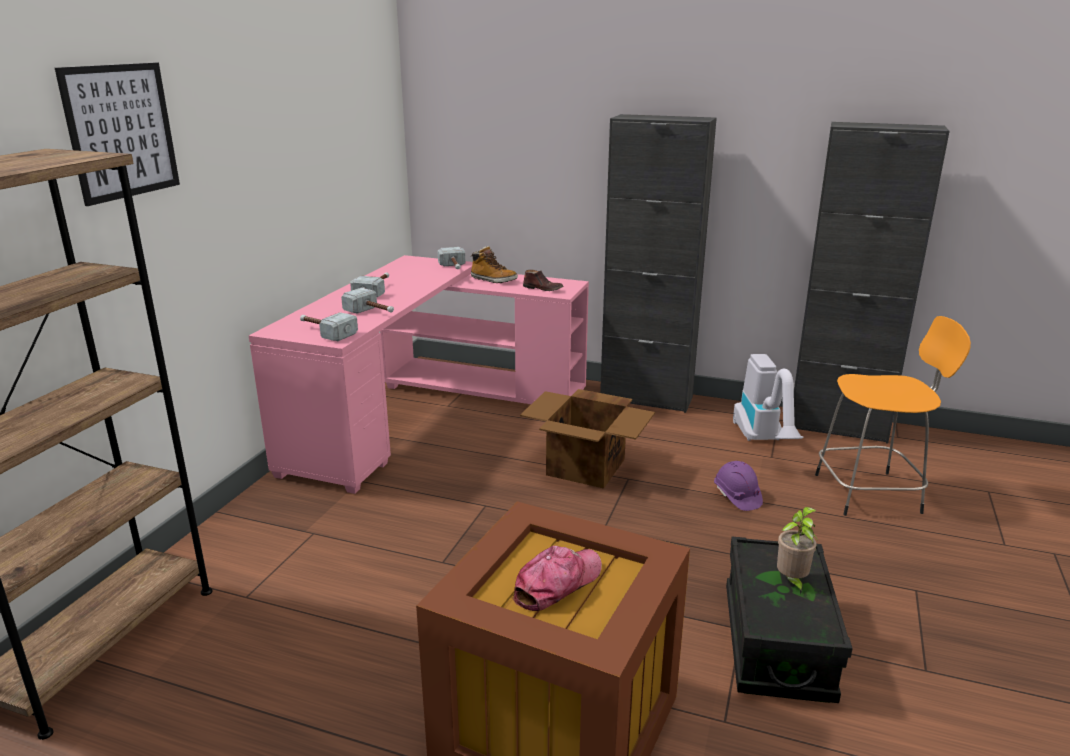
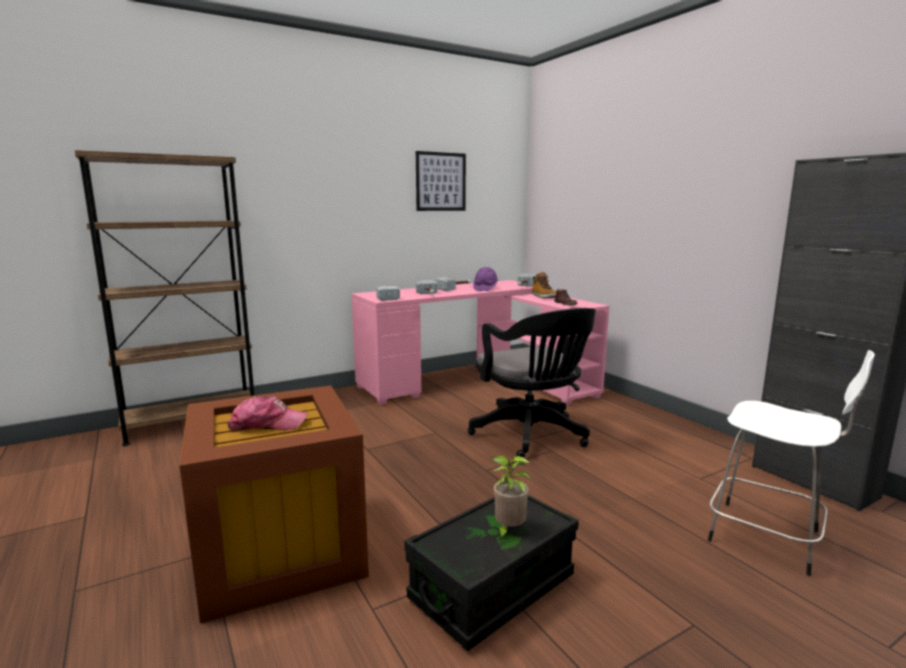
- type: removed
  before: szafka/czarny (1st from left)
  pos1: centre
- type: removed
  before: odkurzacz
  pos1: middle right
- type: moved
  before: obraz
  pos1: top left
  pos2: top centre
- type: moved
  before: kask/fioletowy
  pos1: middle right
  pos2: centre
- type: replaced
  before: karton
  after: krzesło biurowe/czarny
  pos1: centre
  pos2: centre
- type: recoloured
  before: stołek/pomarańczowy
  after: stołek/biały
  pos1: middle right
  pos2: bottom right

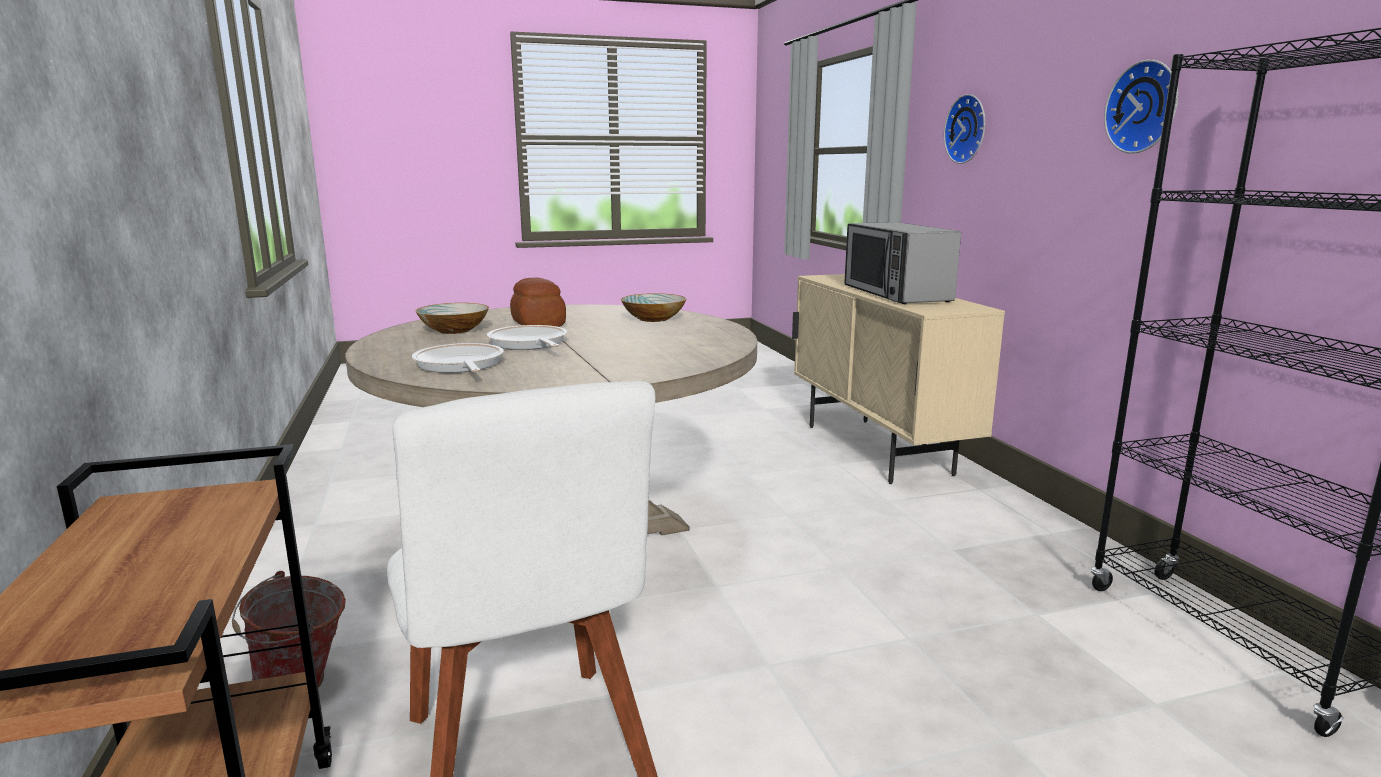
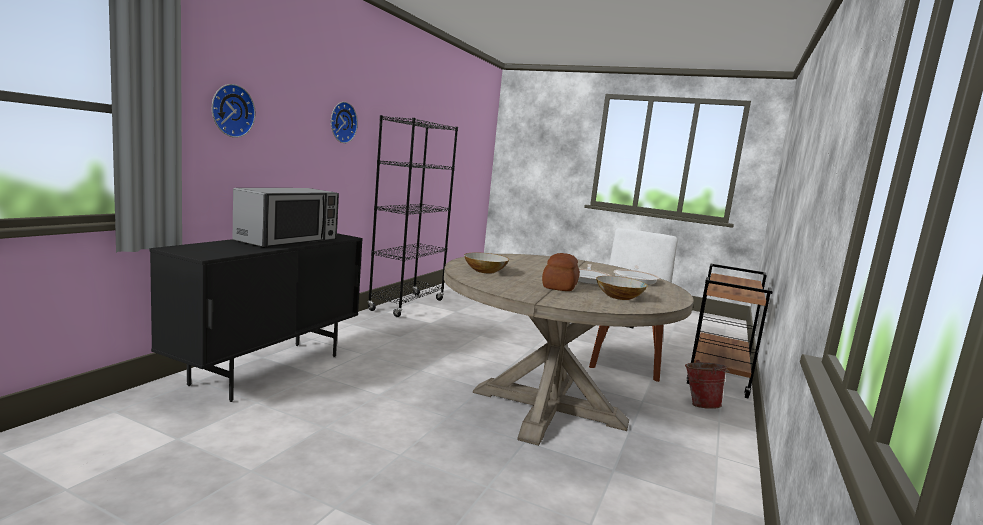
- type: recoloured
  before: szafka/beżowy
  after: szafka/czarny
  pos1: centre
  pos2: middle left

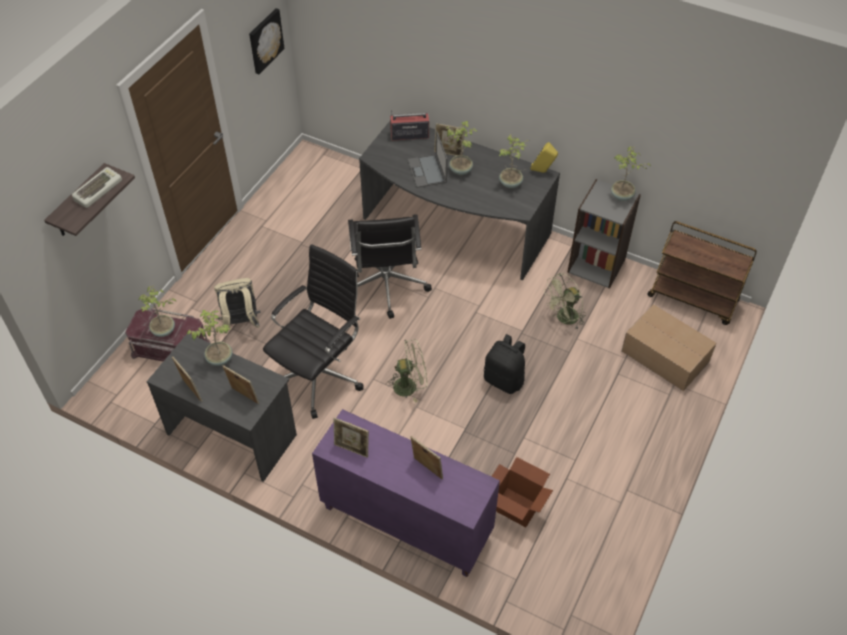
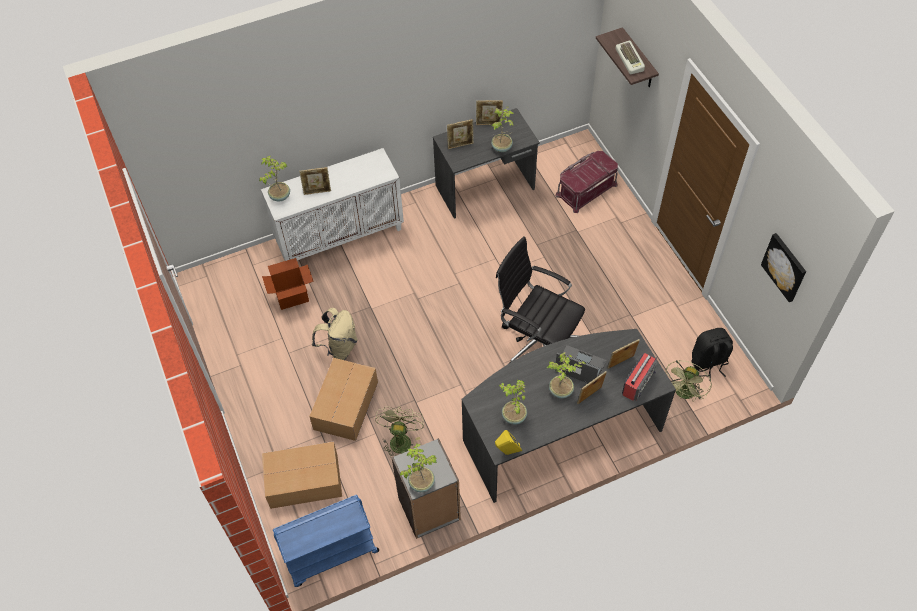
- type: removed
  before: krzesło biurowe/czarny (1st from left)
  pos1: centre
- type: added
  after: karton (3rd from left)
  pos2: centre
- type: moved
  before: roślina doniczkowa (1st from left)
  pos1: middle left
  pos2: top left
- type: moved
  before: plecak/beżowy
  pos1: middle left
  pos2: centre
- type: moved
  before: ramka na zdjęcie (3rd from left in the first image)
  after: ramka na zdjęcie (5th from left)
  pos1: bottom centre
  pos2: middle right
- type: moved
  before: wentylator/zielony (1st from left in the first image)
  after: wentylator/zielony (2nd from left)
  pos1: centre
  pos2: middle right
- type: moved
  before: plecak/czarny
  pos1: centre
  pos2: middle right
- type: recoloured
  before: szafka/fioletowy
  after: szafka/biały
  pos1: bottom centre
  pos2: centre
- type: recoloured
  before: wózek/brązowy
  after: wózek/niebieski
  pos1: middle right
  pos2: bottom centre

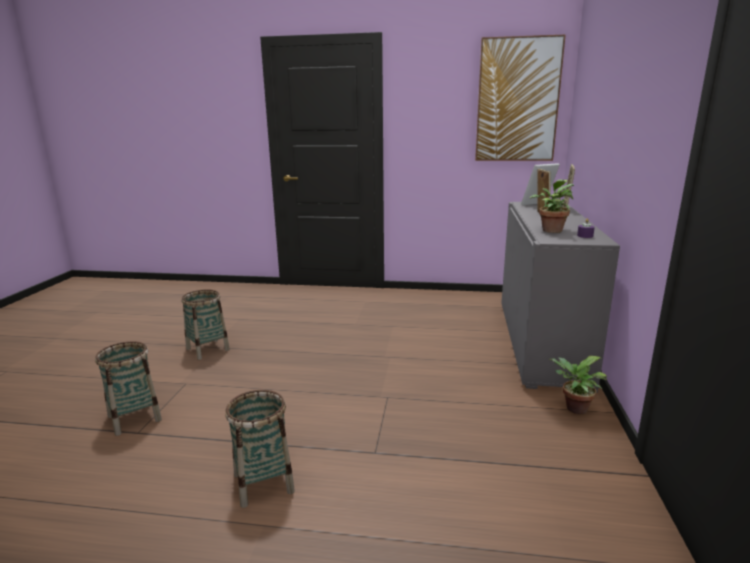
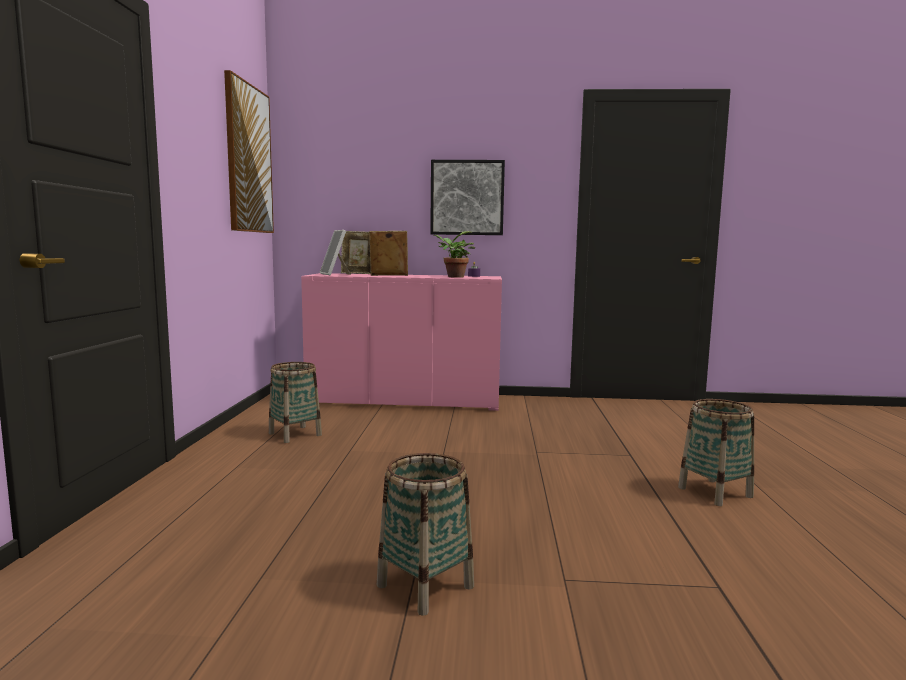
- type: removed
  before: roślina doniczkowa (2nd from left)
  pos1: bottom right
- type: added
  after: obraz (2nd from left)
  pos2: top centre
- type: moved
  before: koszyk (1st from left)
  pos1: bottom left
  pos2: middle left
- type: recoloured
  before: szafka/szary
  after: szafka/różowy
  pos1: middle right
  pos2: centre

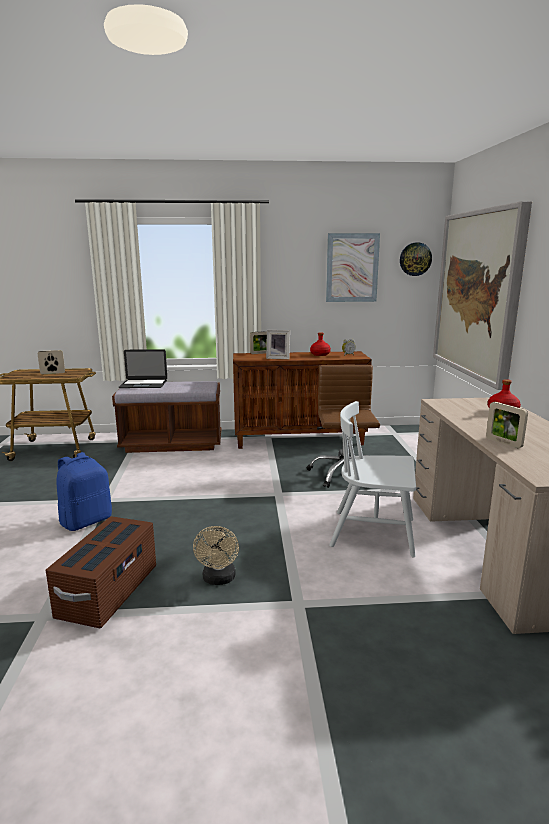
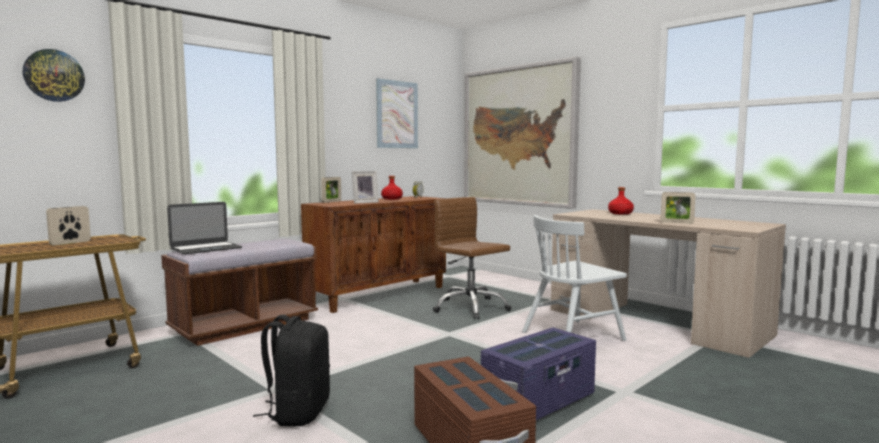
- type: moved
  before: zegar ścienny
  pos1: top right
  pos2: top left
- type: replaced
  before: wentylator/beżowy
  after: pojemnik do przechowywania/fioletowy
  pos1: bottom centre
  pos2: bottom centre
- type: recoloured
  before: plecak/niebieski
  after: plecak/czarny
  pos1: middle left
  pos2: bottom left

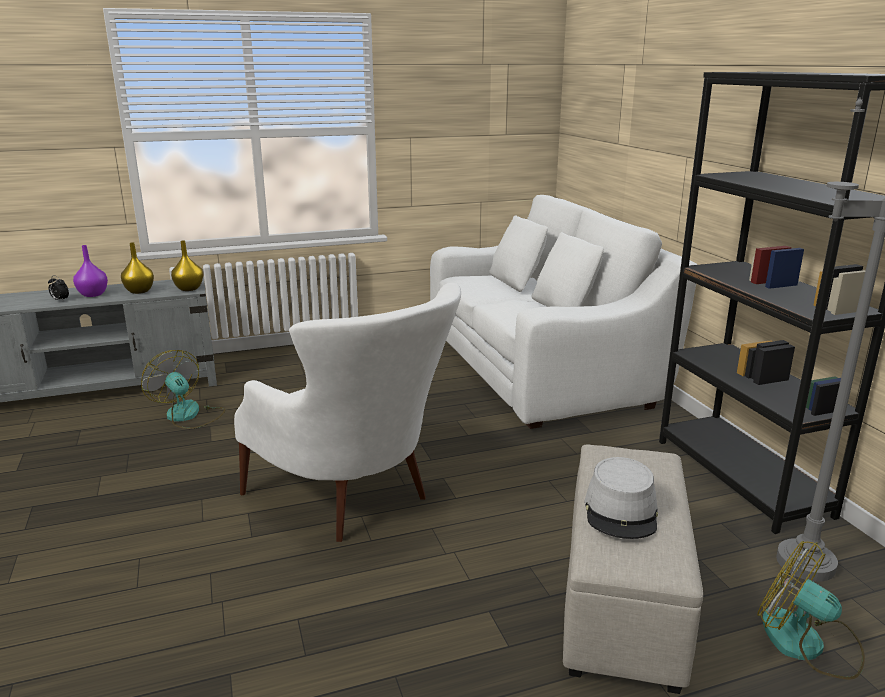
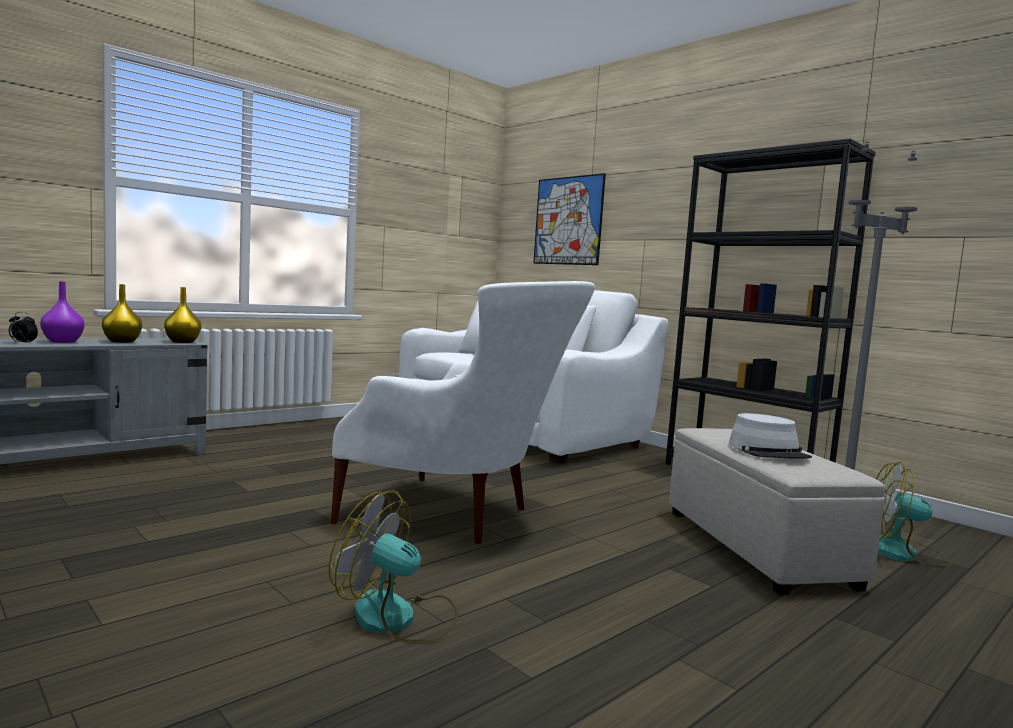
- type: added
  after: obraz
  pos2: top centre
- type: moved
  before: wentylator (1st from left)
  pos1: middle left
  pos2: bottom centre

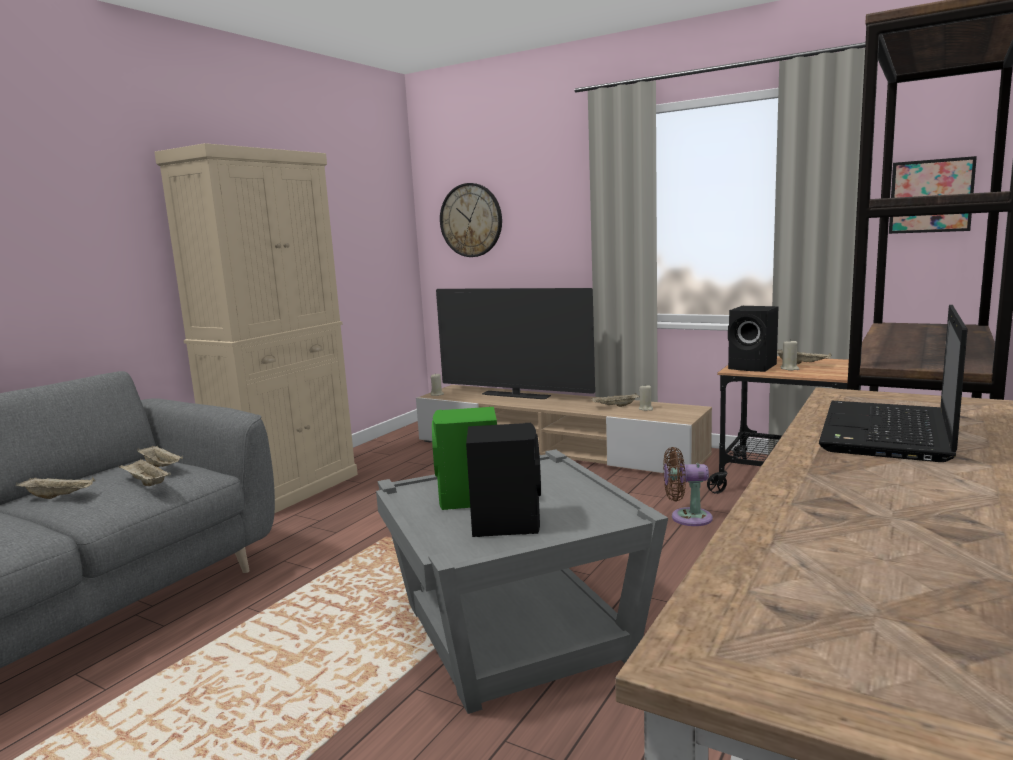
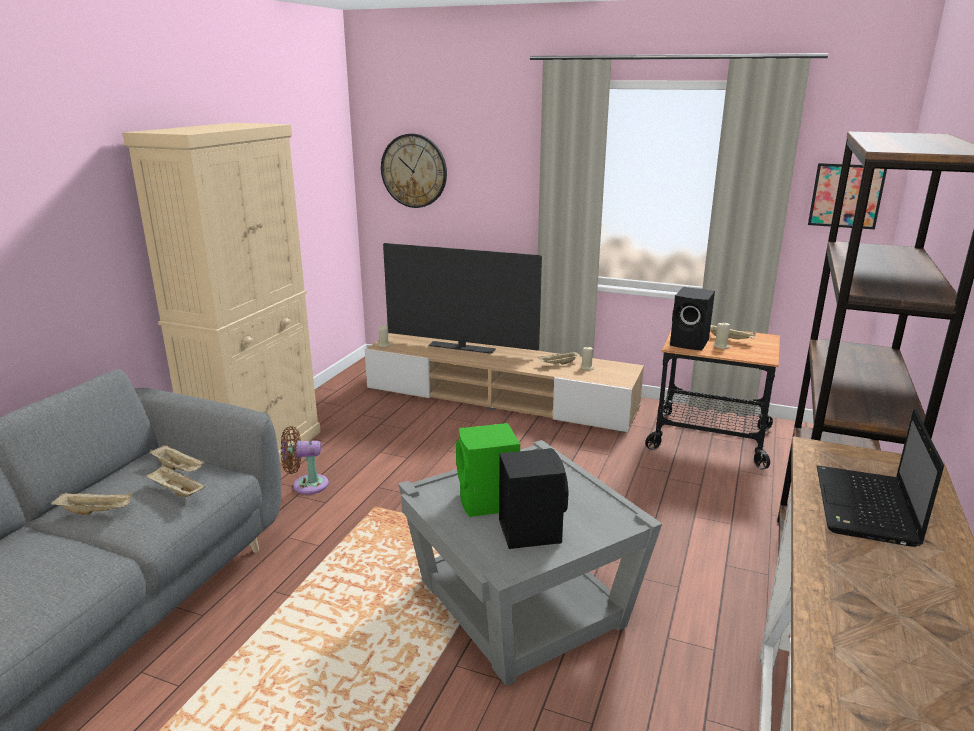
- type: moved
  before: wentylator/brązowy
  pos1: middle right
  pos2: middle left

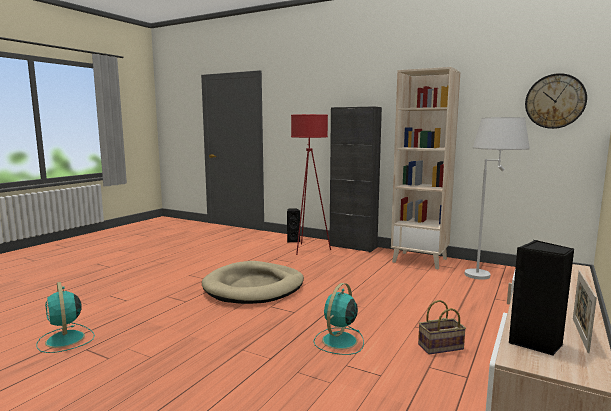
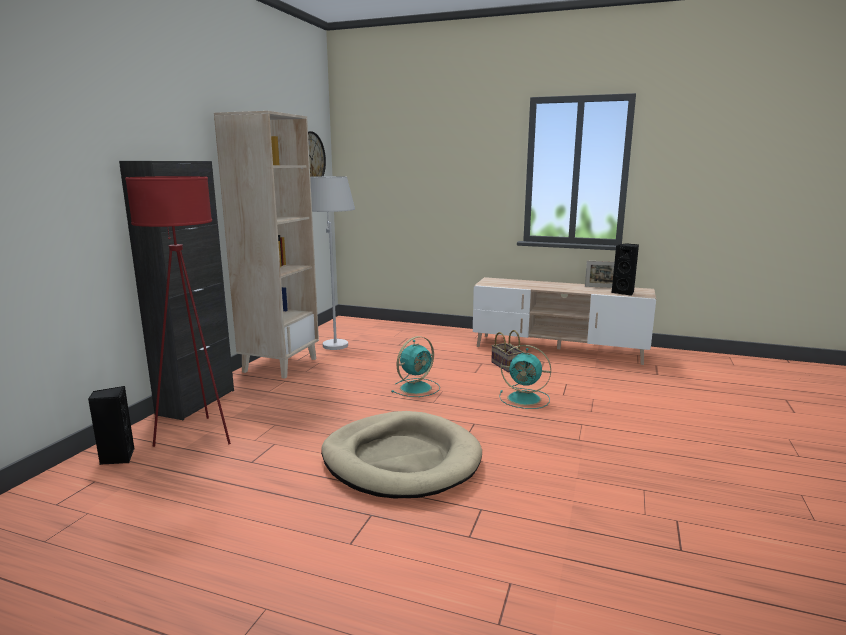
- type: moved
  before: wentylator/turkusowy (1st from left)
  pos1: bottom left
  pos2: centre

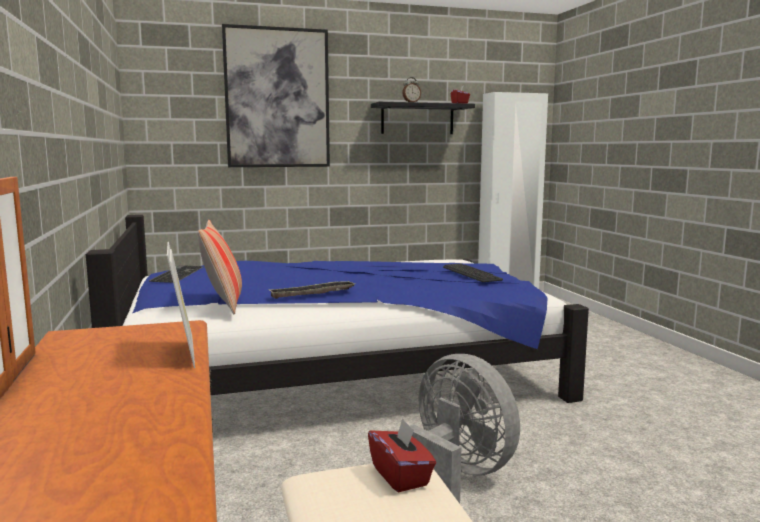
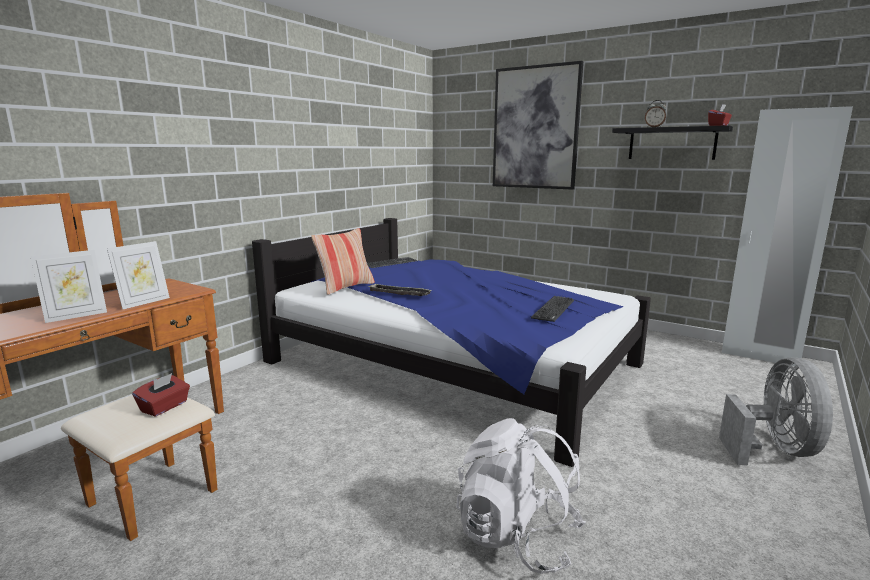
- type: added
  after: ramka na zdjęcie (1st from left)
  pos2: middle left
- type: added
  after: plecak/biały
  pos2: bottom centre
- type: moved
  before: wentylator/szary
  pos1: bottom centre
  pos2: bottom right

